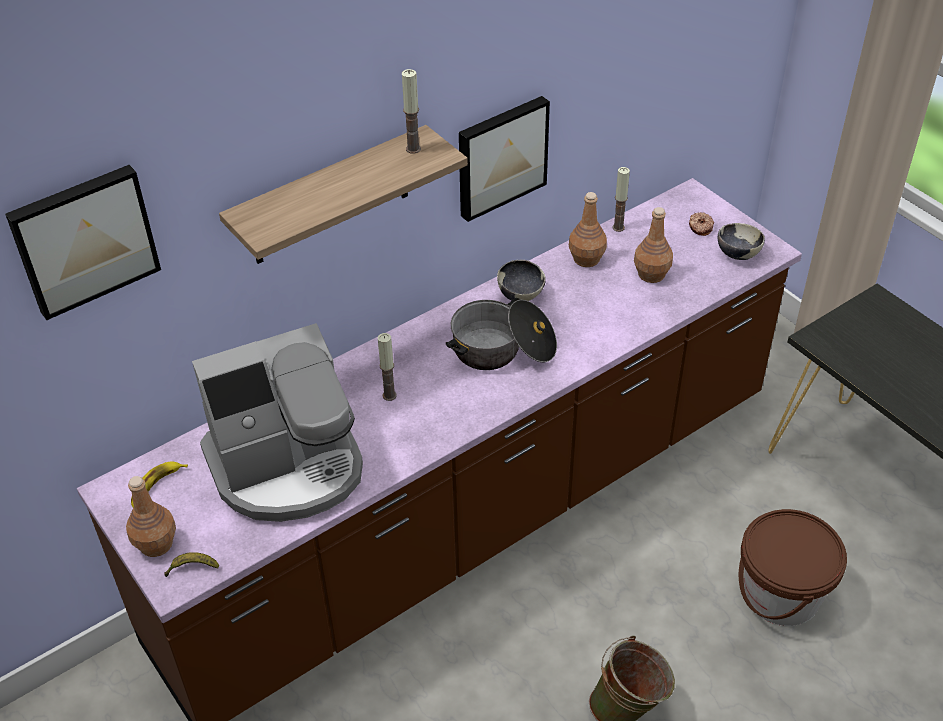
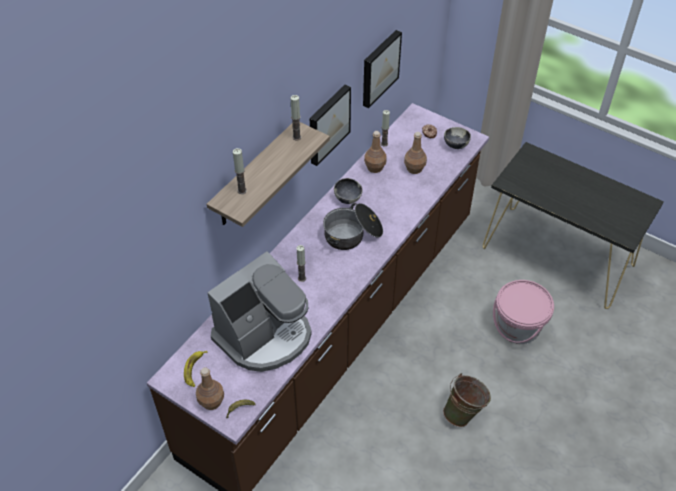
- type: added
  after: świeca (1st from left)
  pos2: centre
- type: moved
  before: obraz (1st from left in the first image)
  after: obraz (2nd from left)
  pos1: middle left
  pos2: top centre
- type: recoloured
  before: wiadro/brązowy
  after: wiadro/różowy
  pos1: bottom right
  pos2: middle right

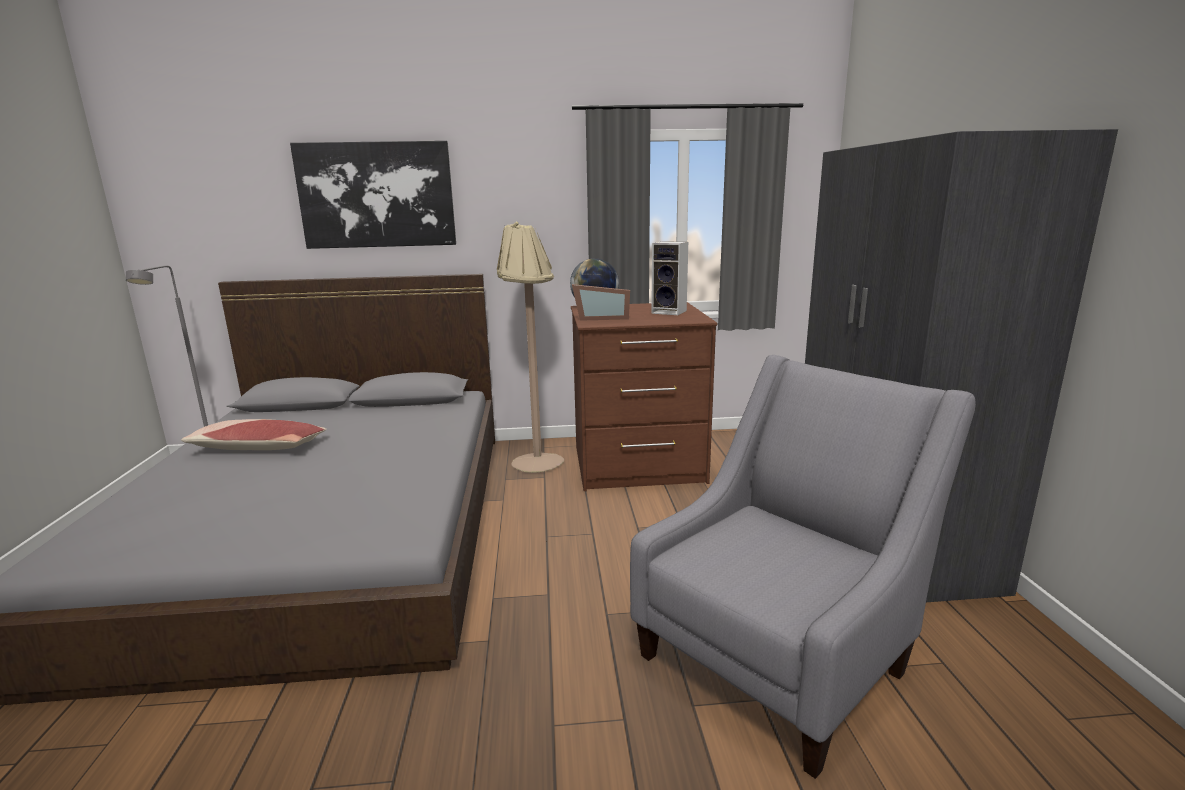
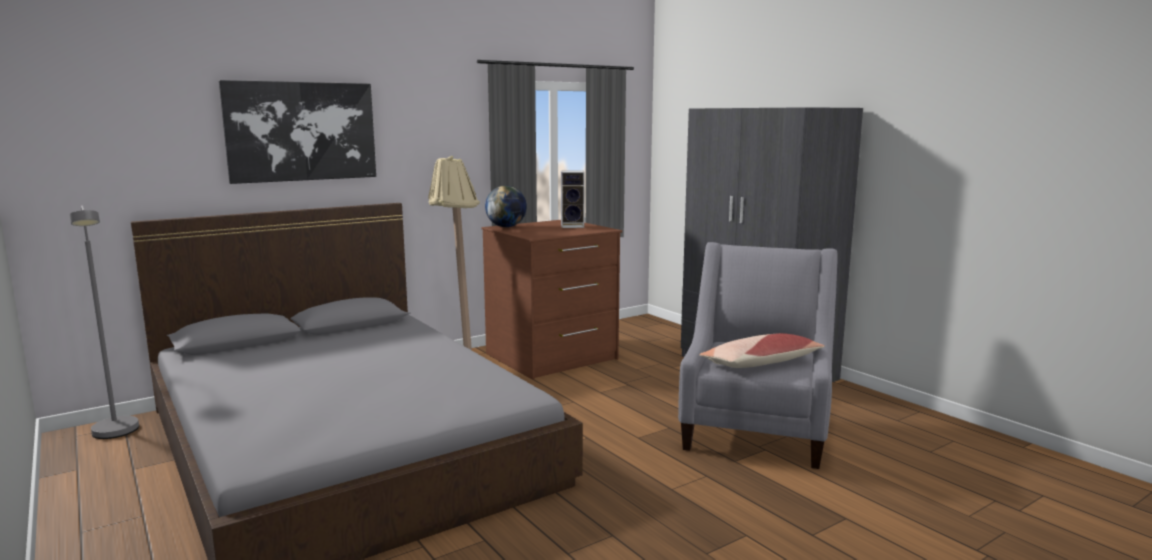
- type: removed
  before: ramka na zdjęcie
  pos1: centre
- type: moved
  before: poduszka
  pos1: middle left
  pos2: centre

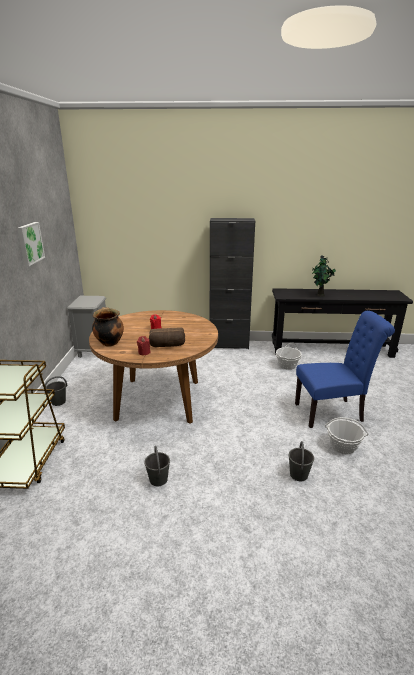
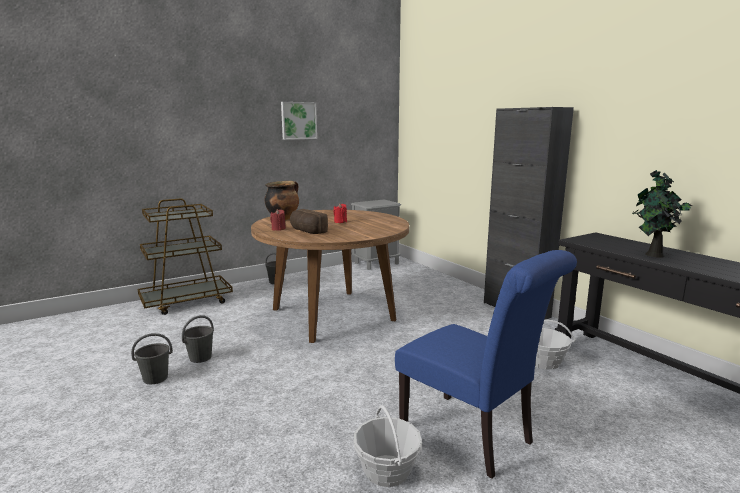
- type: moved
  before: wiadro/szary (3rd from left in the first image)
  after: wiadro/szary (1st from left)
  pos1: bottom right
  pos2: bottom left

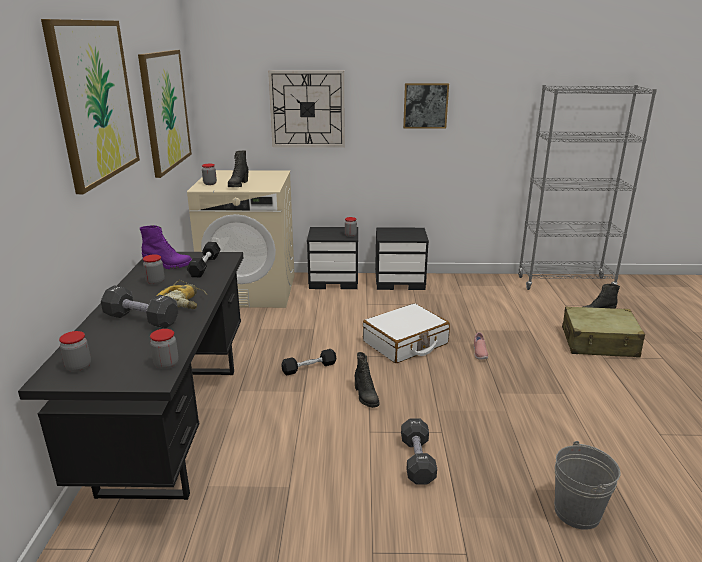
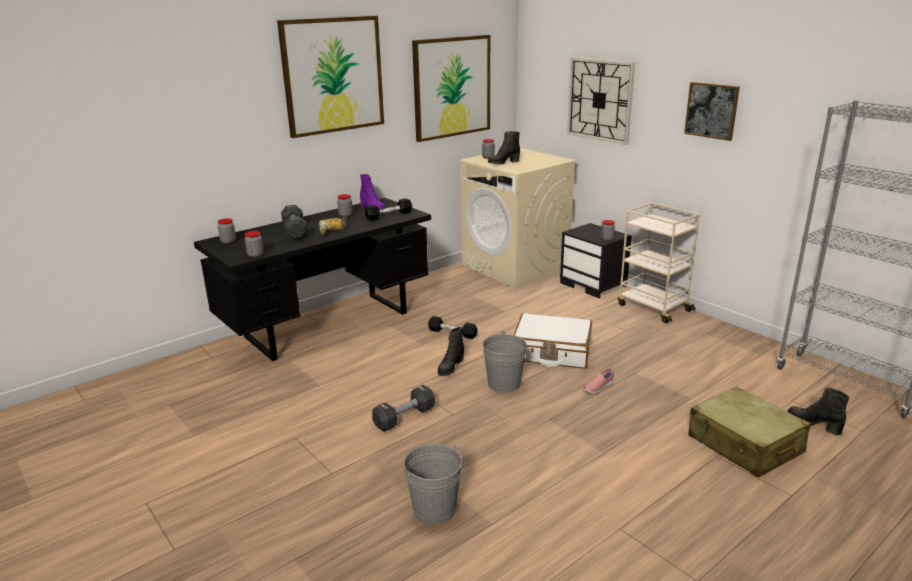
- type: added
  after: wiadro/szary (2nd from left)
  pos2: centre
- type: replaced
  before: szafka nocna/czarny (2nd from left)
  after: wózek/beżowy
  pos1: centre
  pos2: middle right

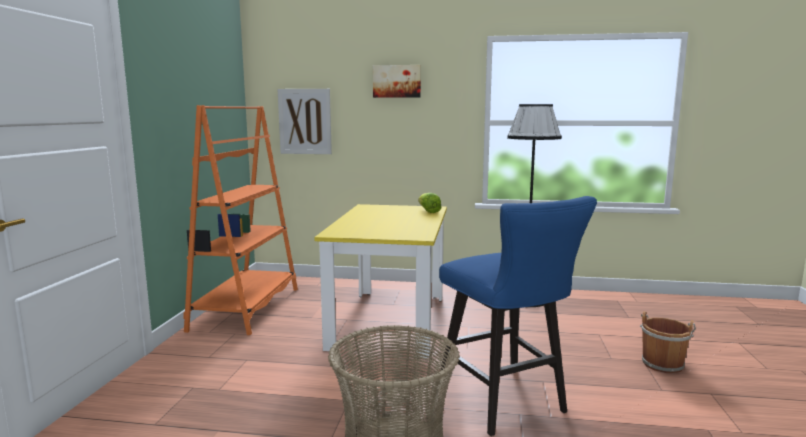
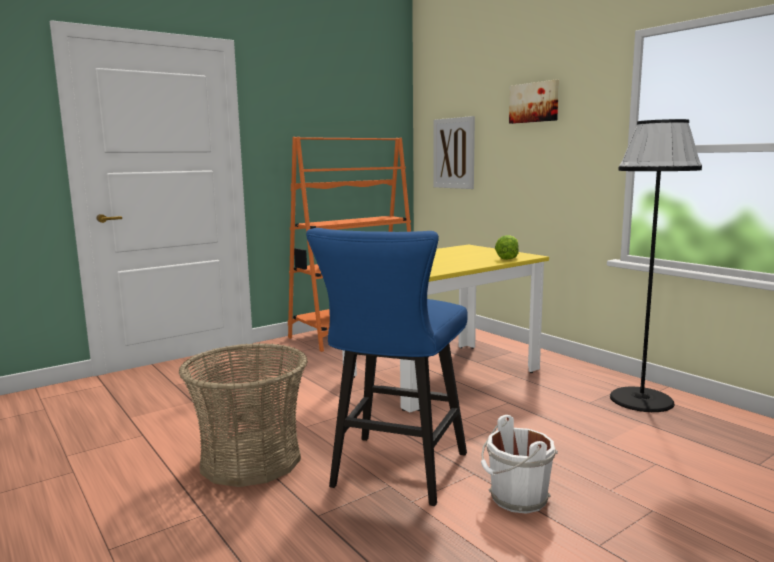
- type: removed
  before: wiadro/brązowy
  pos1: bottom right
- type: added
  after: wiadro/biały
  pos2: bottom right

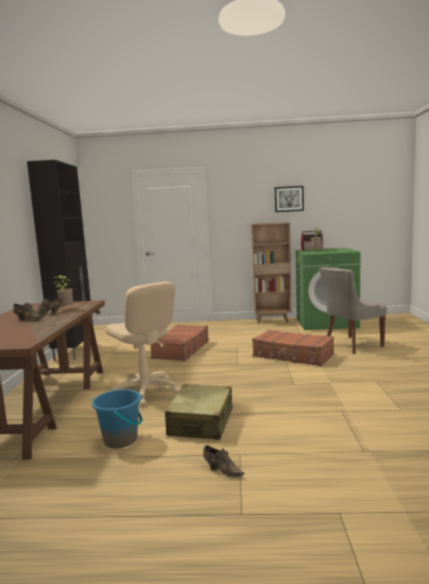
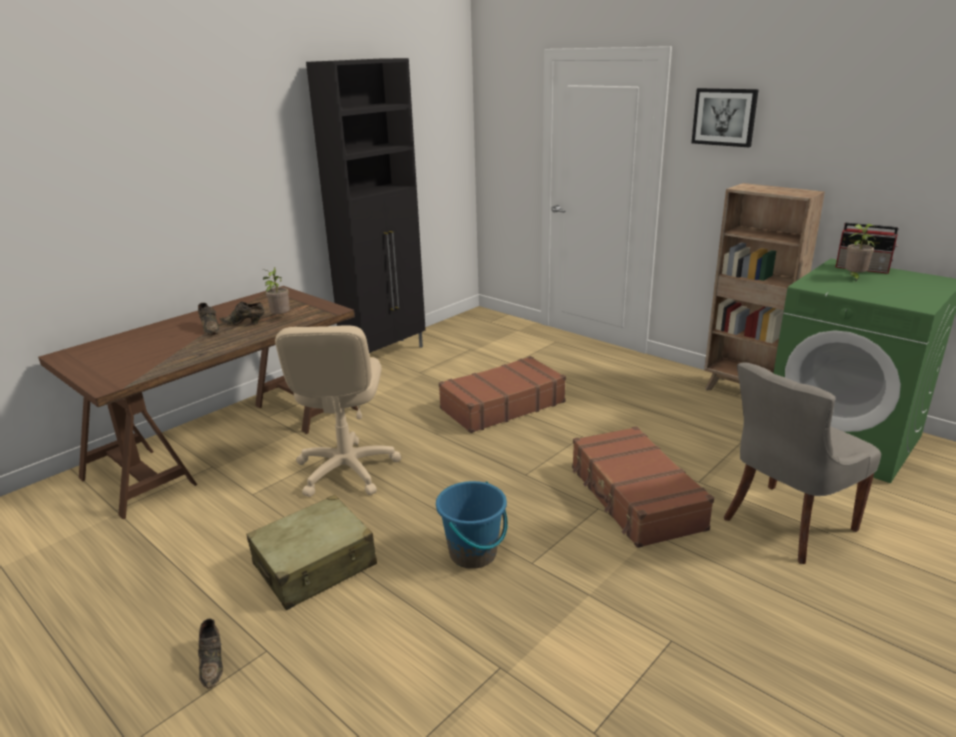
- type: moved
  before: wiadro/niebieski
  pos1: bottom left
  pos2: bottom centre
- type: moved
  before: obraz
  pos1: middle right
  pos2: top right
- type: turned
  before: krzesło/szary
  pos1: middle right
  pos2: middle right
  turn: -45

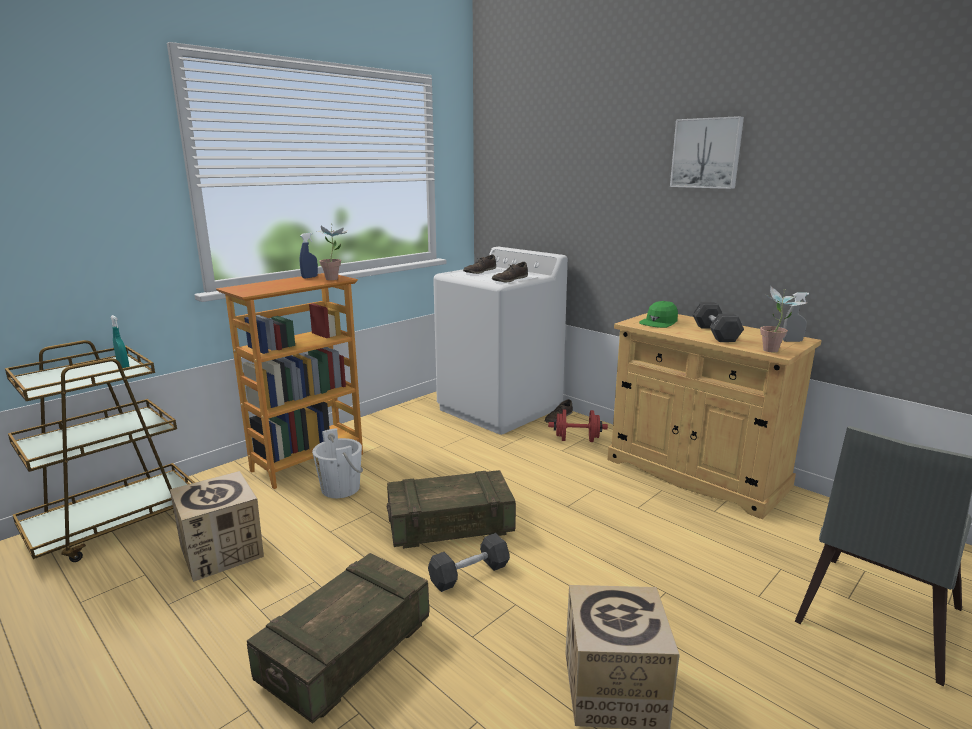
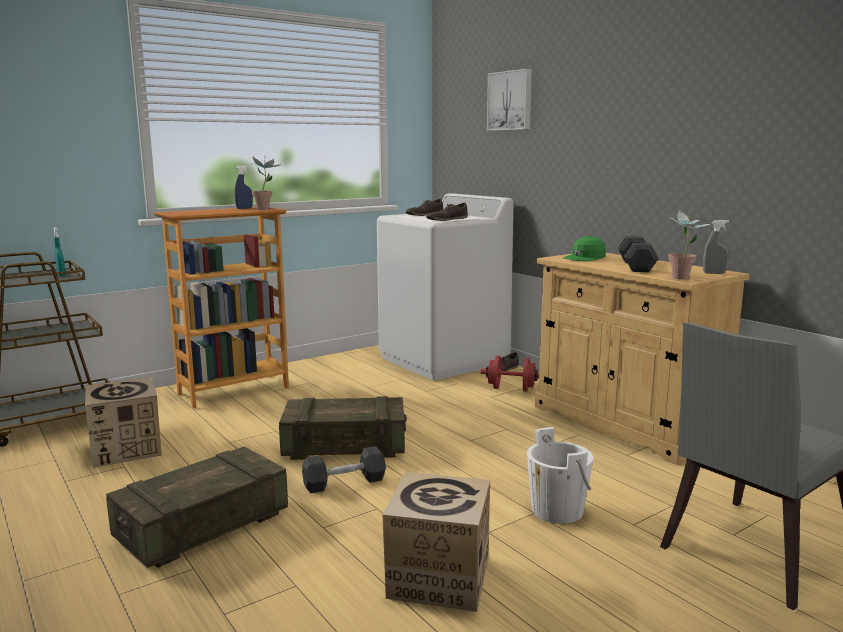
- type: moved
  before: wiadro/biały
  pos1: centre
  pos2: bottom centre
- type: moved
  before: obraz
  pos1: top right
  pos2: top centre

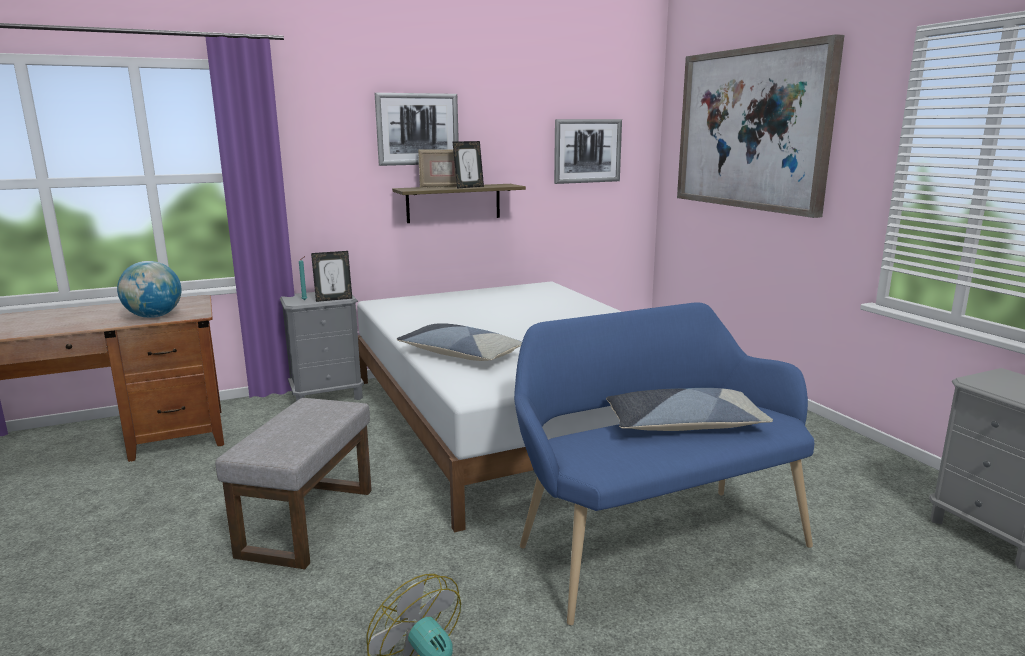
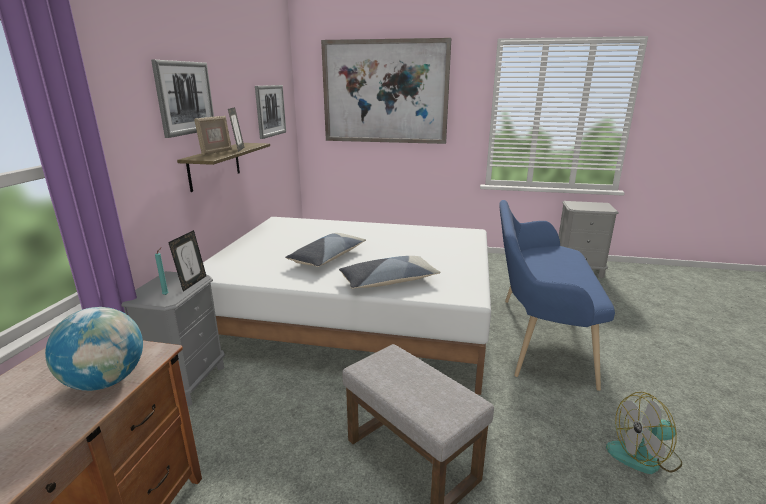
- type: moved
  before: poduszka (2nd from left in the first image)
  after: poduszka (1st from left)
  pos1: middle right
  pos2: centre

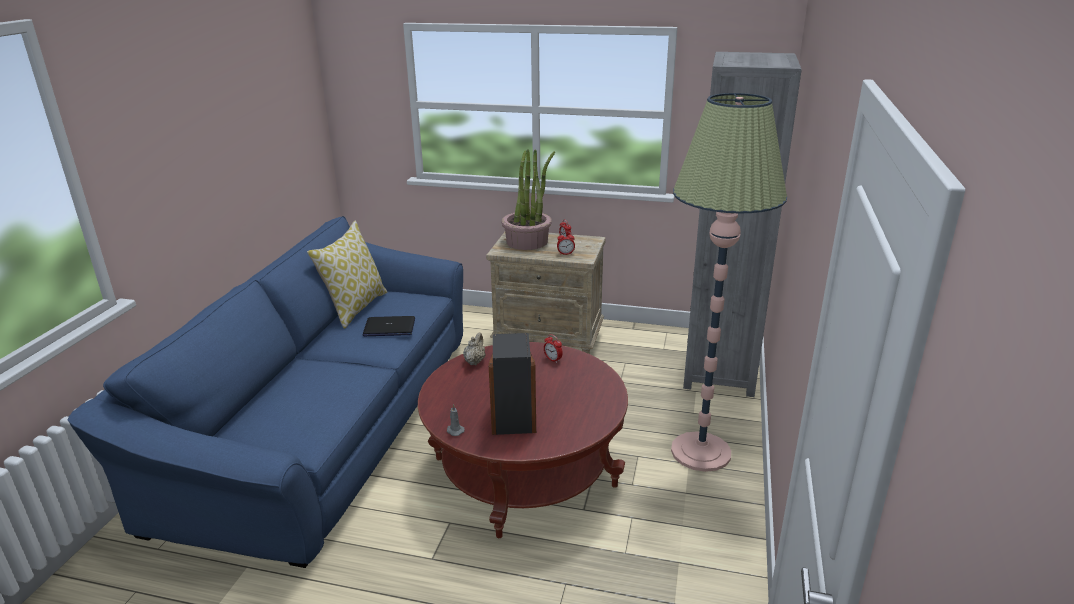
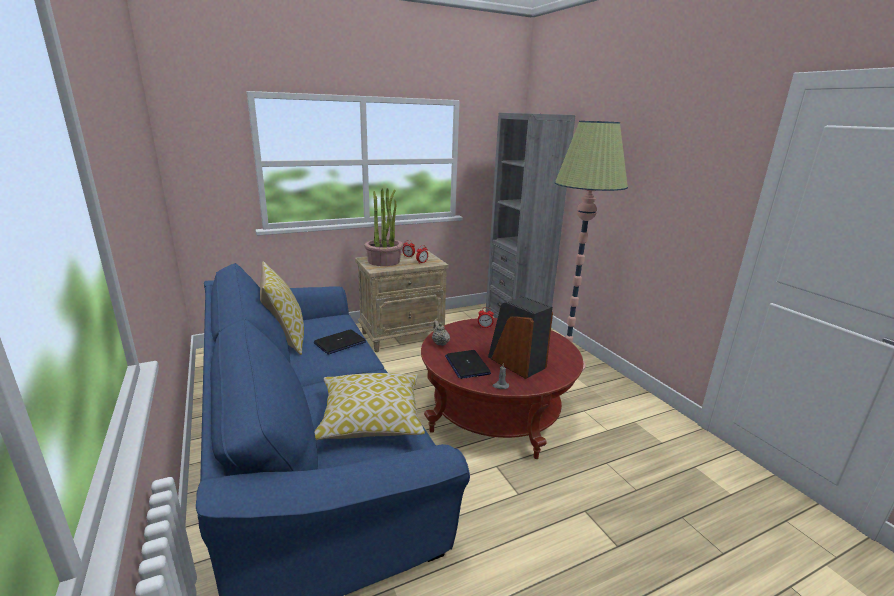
- type: added
  after: poduszka (2nd from left)
  pos2: bottom centre
- type: added
  after: laptop (2nd from left)
  pos2: centre

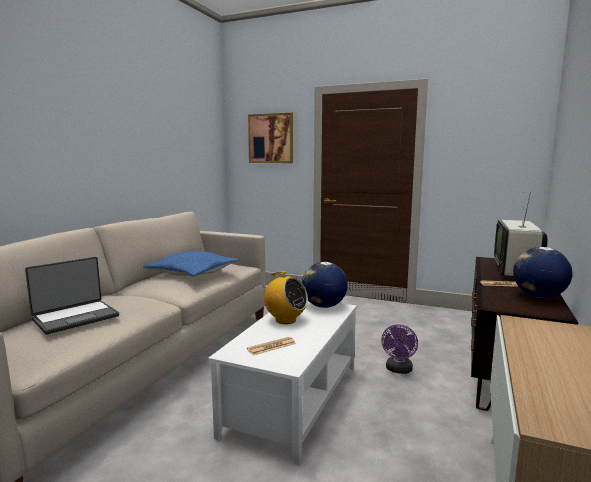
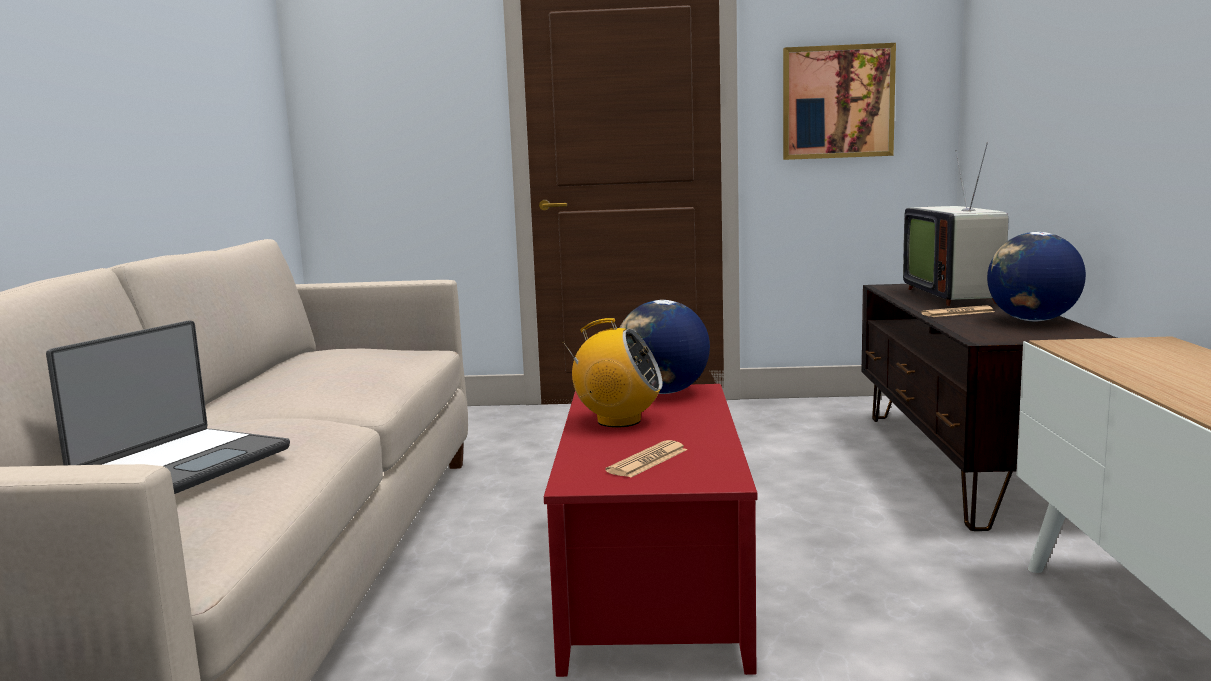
- type: removed
  before: poduszka/niebieski
  pos1: middle left
- type: removed
  before: wentylator/fioletowy
  pos1: bottom right
- type: moved
  before: obraz
  pos1: top centre
  pos2: top right
- type: recoloured
  before: ława/biały
  after: ława/czerwony
  pos1: bottom centre
  pos2: bottom centre

